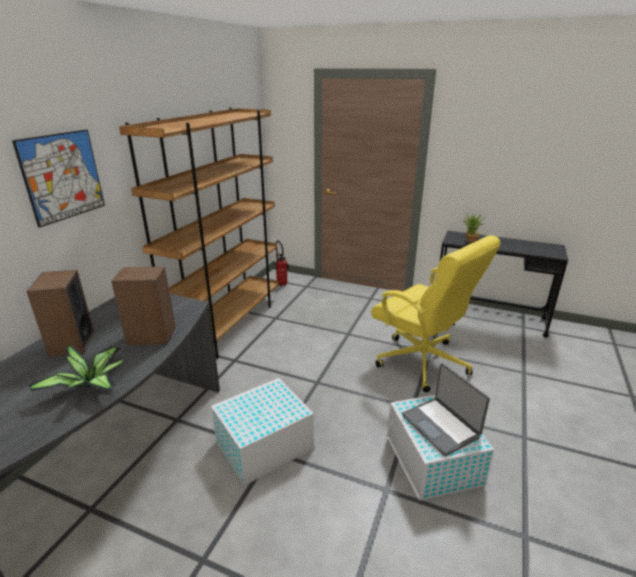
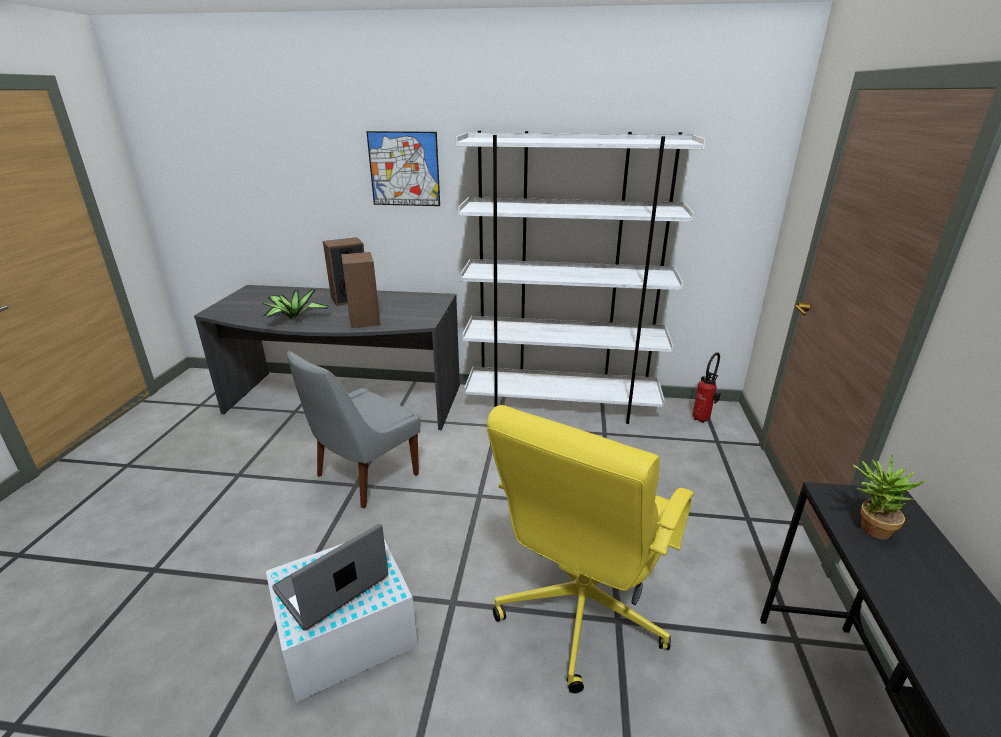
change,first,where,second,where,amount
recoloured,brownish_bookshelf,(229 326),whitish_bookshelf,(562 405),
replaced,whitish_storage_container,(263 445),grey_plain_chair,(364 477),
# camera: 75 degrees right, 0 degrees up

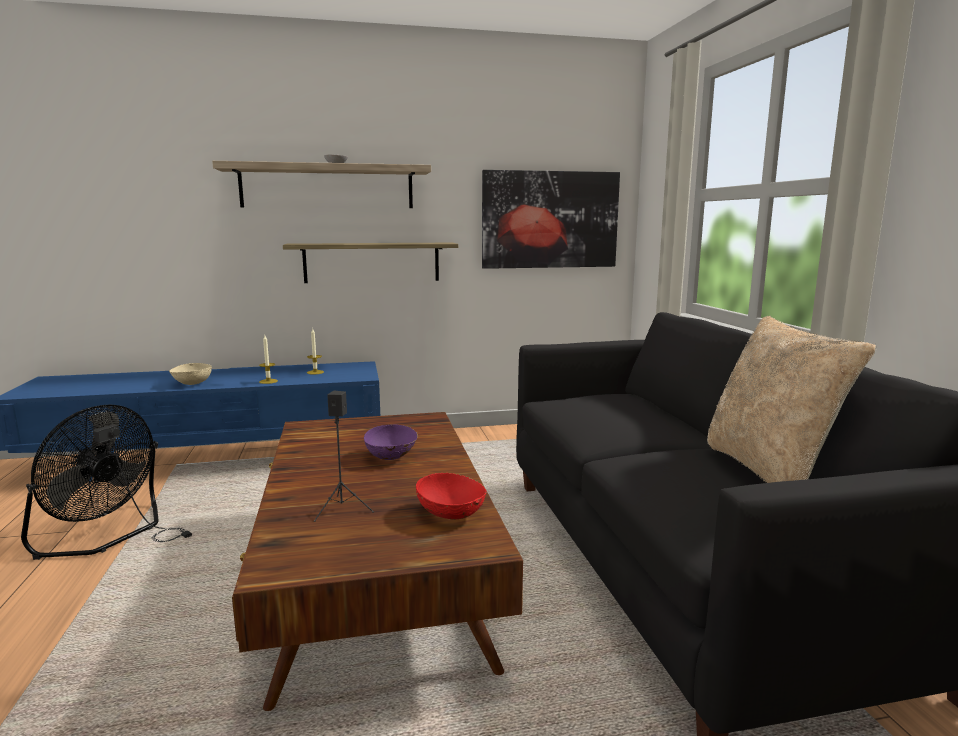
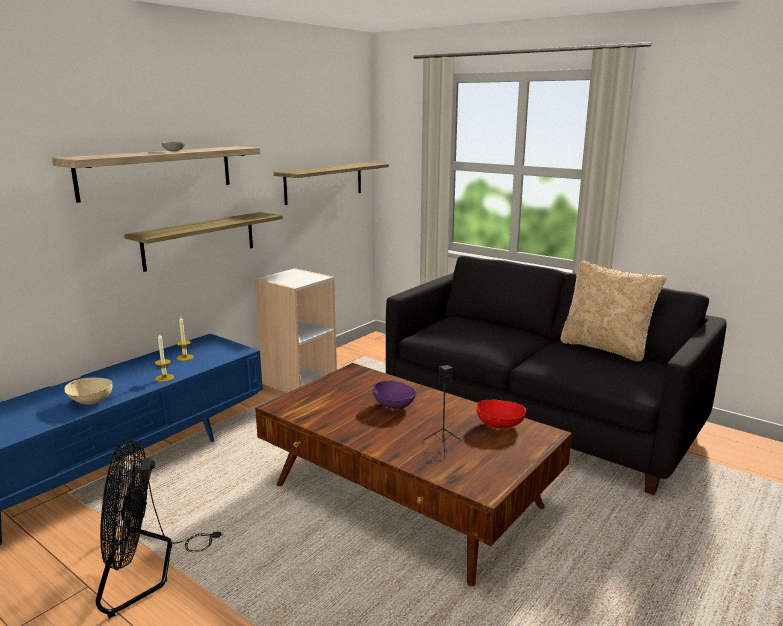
change,first,where,second,where,amount
replaced,picture,(550 220),wall_shelf,(324 182),
added,,,bookshelf,(300 381),
# camera: 40 degrees left, 5 degrees up

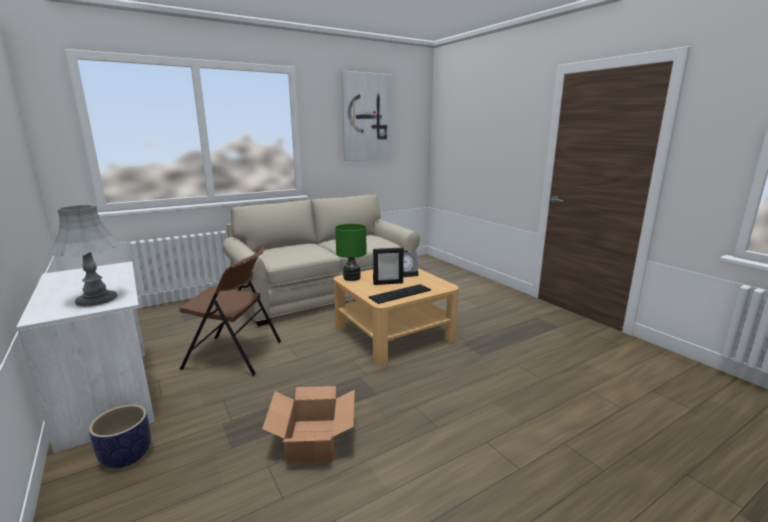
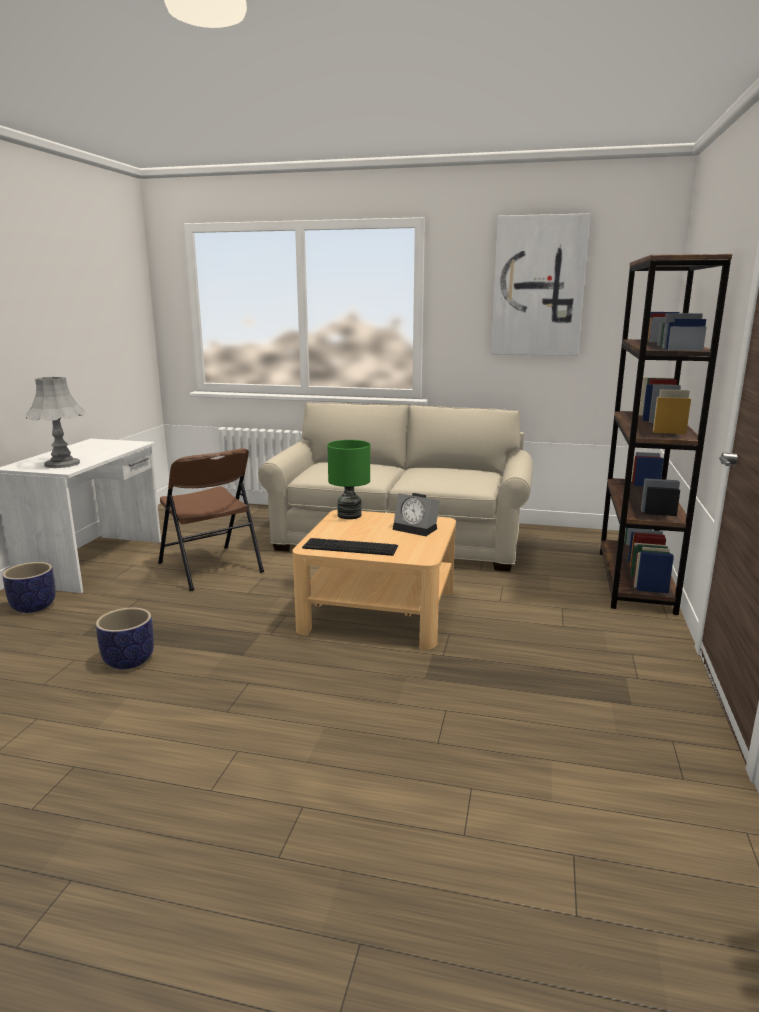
change,first,where,second,where,amount
removed,standing_frame,(388 283),,,
replaced,packing_box,(312 441),planter,(128 661),
added,,,brownish_bookshelf,(635 581),
# camera: 45 degrees right, 0 degrees up

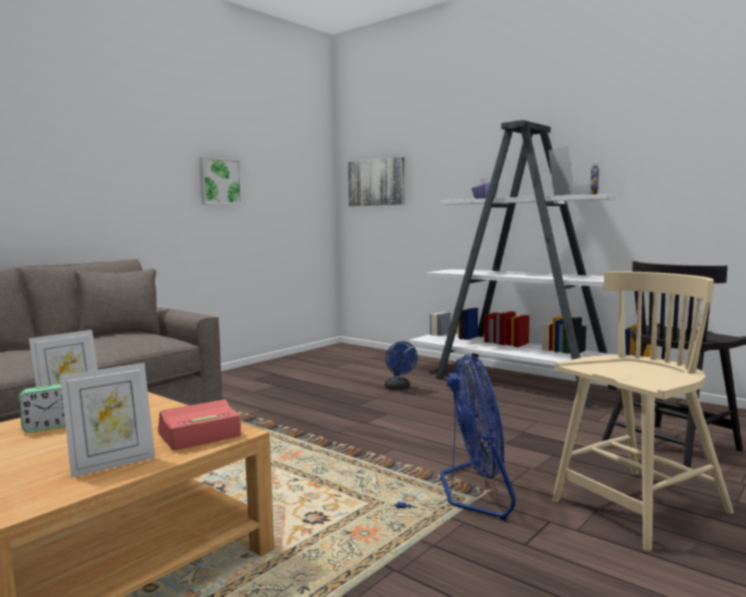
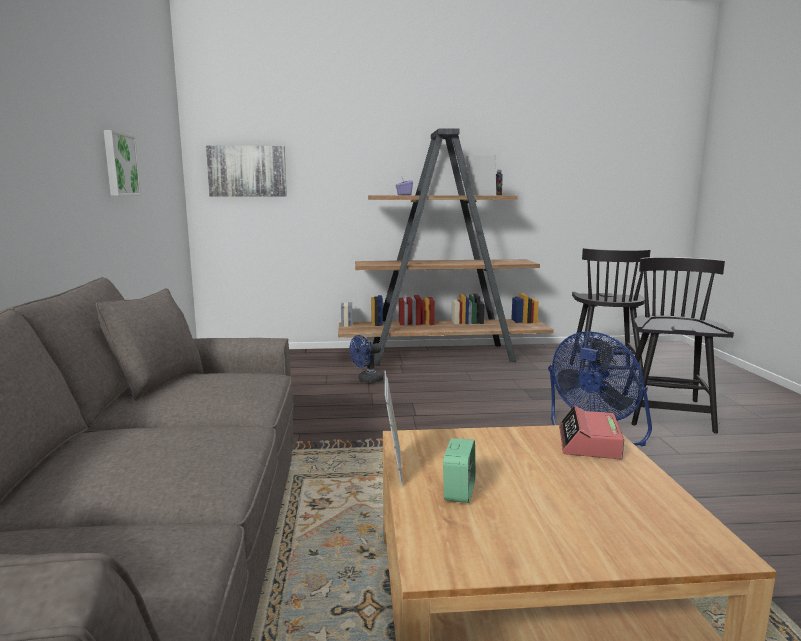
change,first,where,second,where,amount
recoloured,whitish_bookshelf,(525 384),brownish_bookshelf,(443 355),
recoloured,sand-coloured_plain_chair,(637 507),black_plain_chair,(666 413),
turned,blue-coloured_fan,(399 388),,(367 380),120 degrees clockwise
removed,standing_frame,(112 464),,,
# camera: 45 degrees left, 5 degrees up

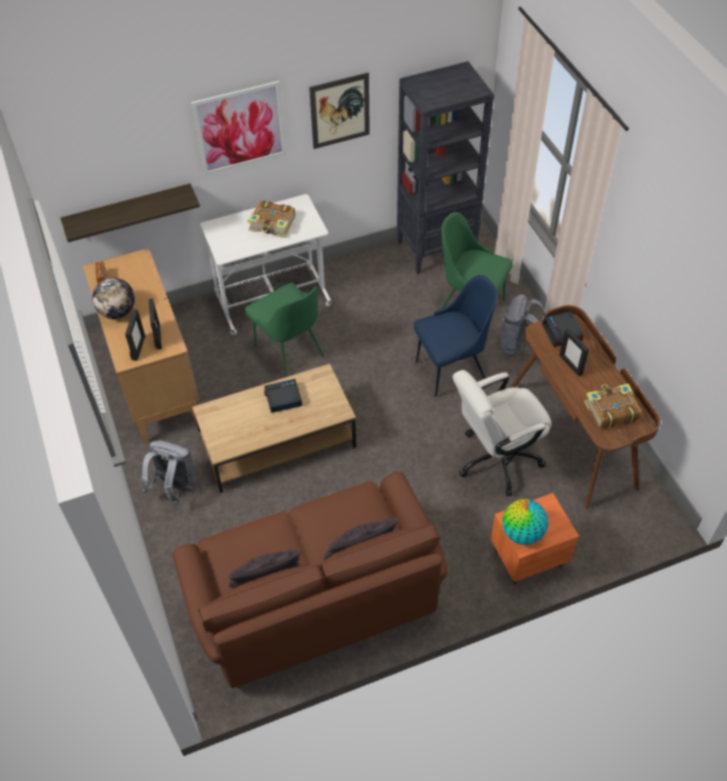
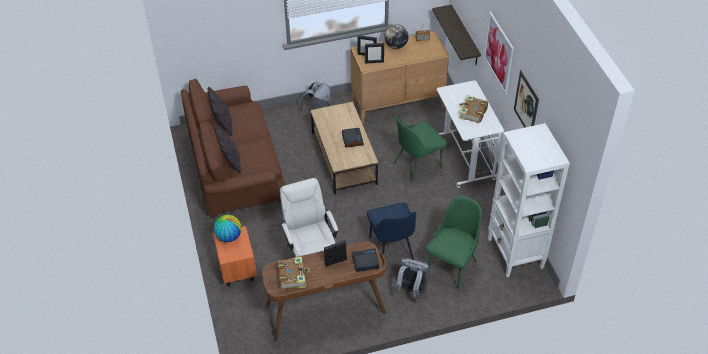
change,first,where,second,where,amount
recoloured,black_bookshelf,(437 249),whitish_bookshelf,(515 254),
# camera: 95 degrees right, 5 degrees down

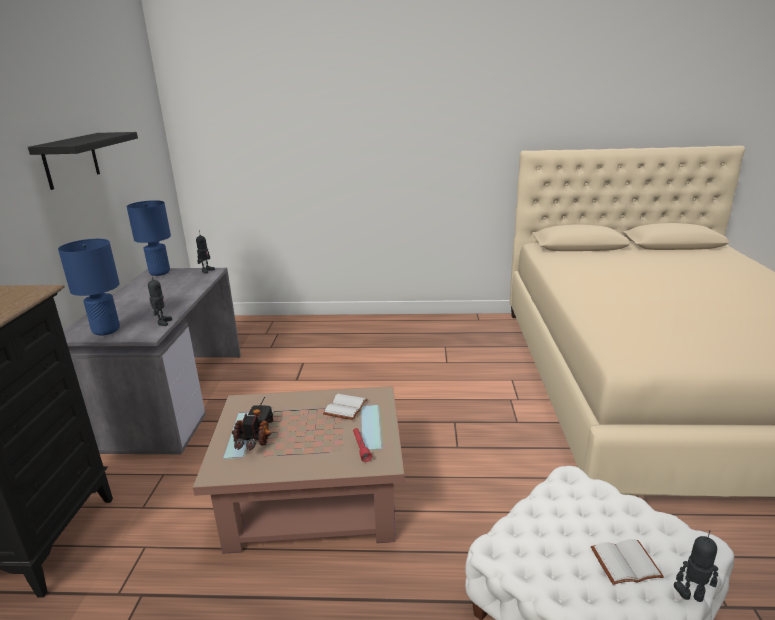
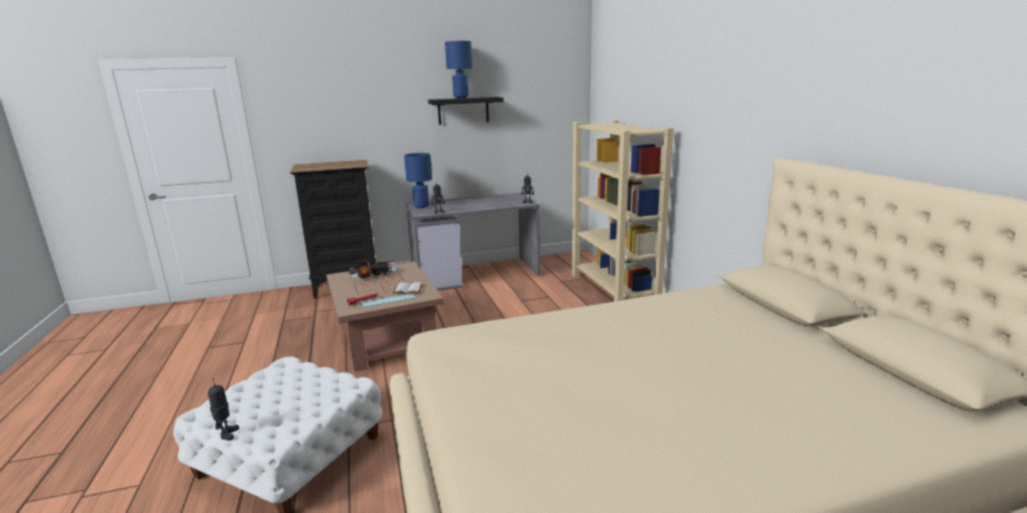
change,first,where,second,where,amount
moved,blue-coloured_lamp_for_a_table,(160 274),,(461 98),
removed,whitish_book,(625 561),,,
added,,,sand-coloured_bookshelf,(613 289),
# camera: 70 degrees right, 5 degrees down

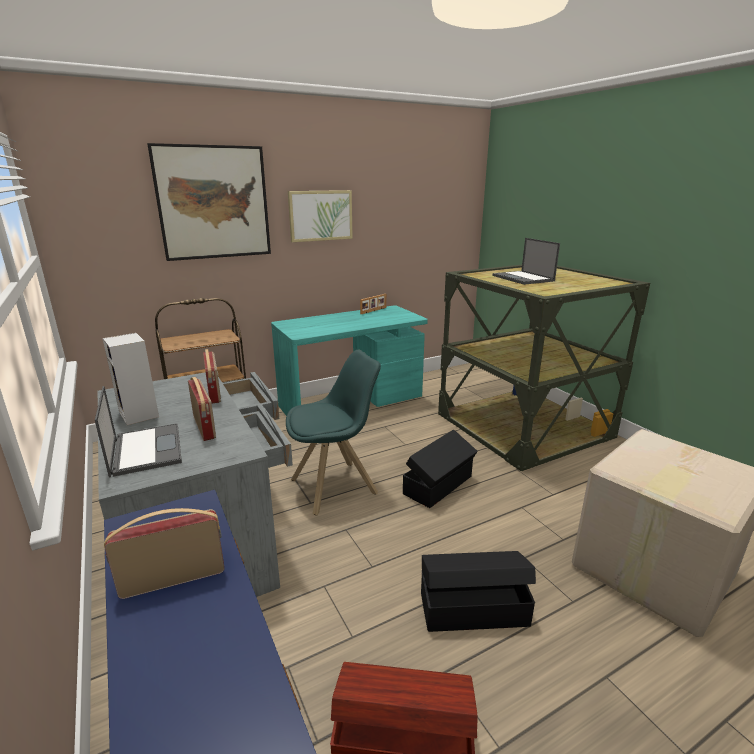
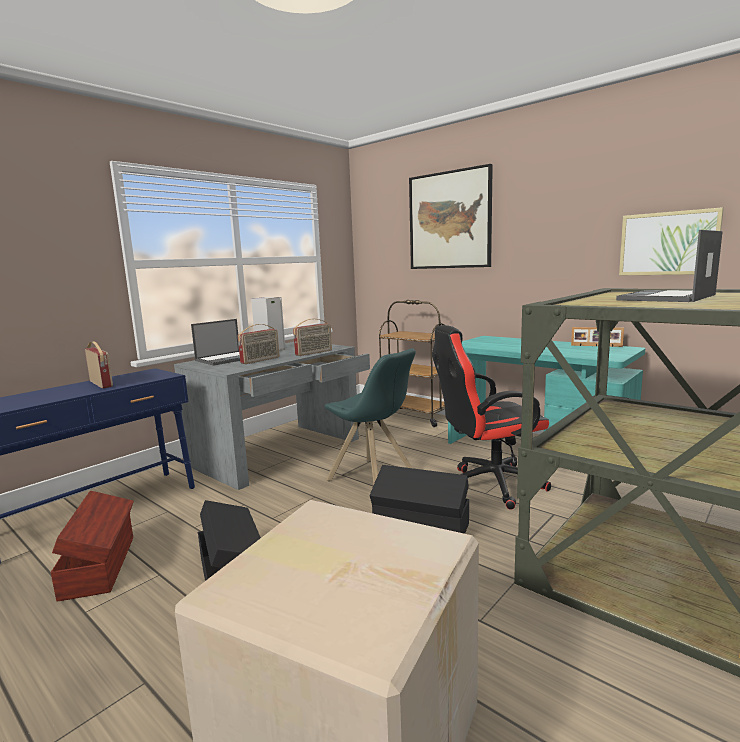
change,first,where,second,where,amount
moved,picture,(320 215),,(668 243),
added,,,black_computer_chair,(488 486),
# camera: 70 degrees right, 10 degrees down

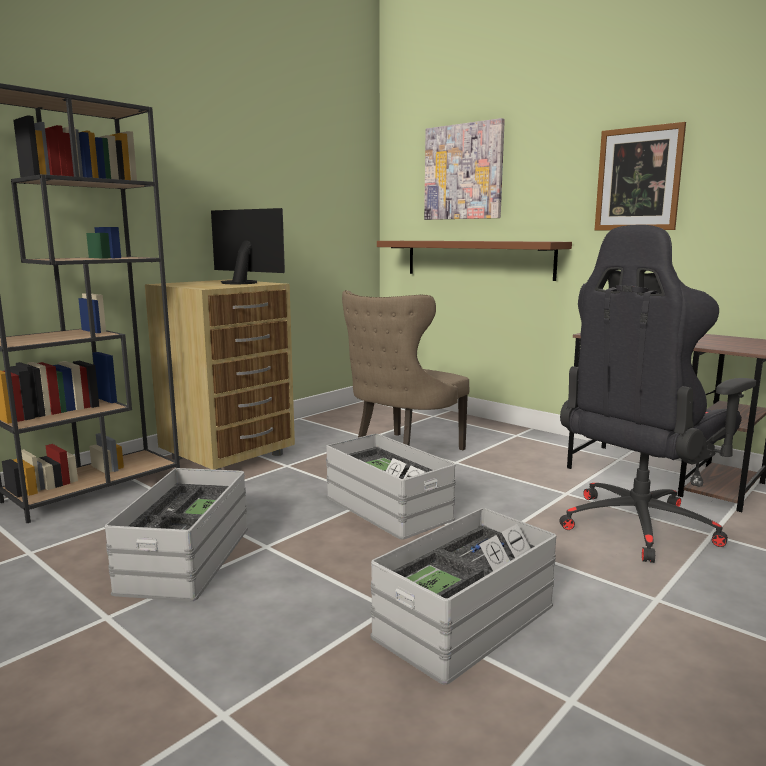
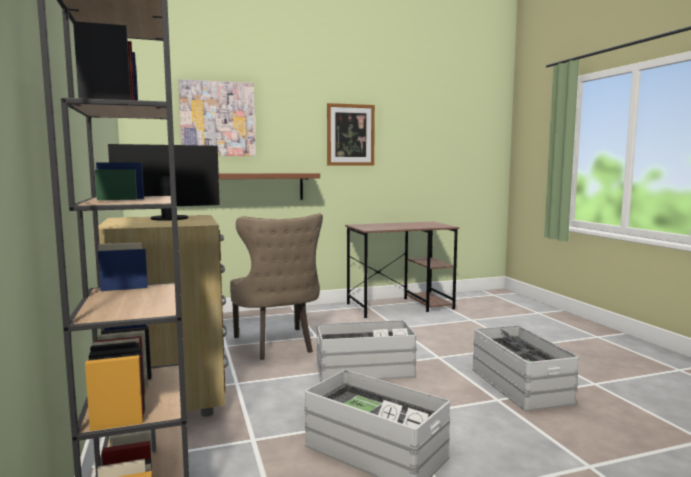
change,first,where,second,where,amount
removed,black_computer_chair,(638 525),,,
# camera: 60 degrees left, 5 degrees down

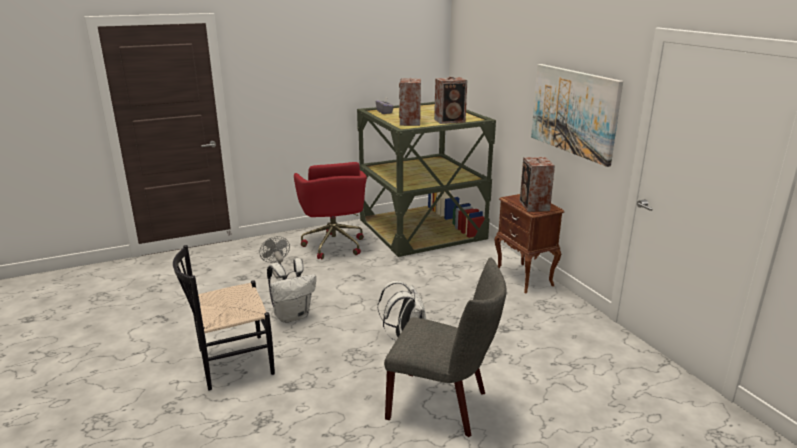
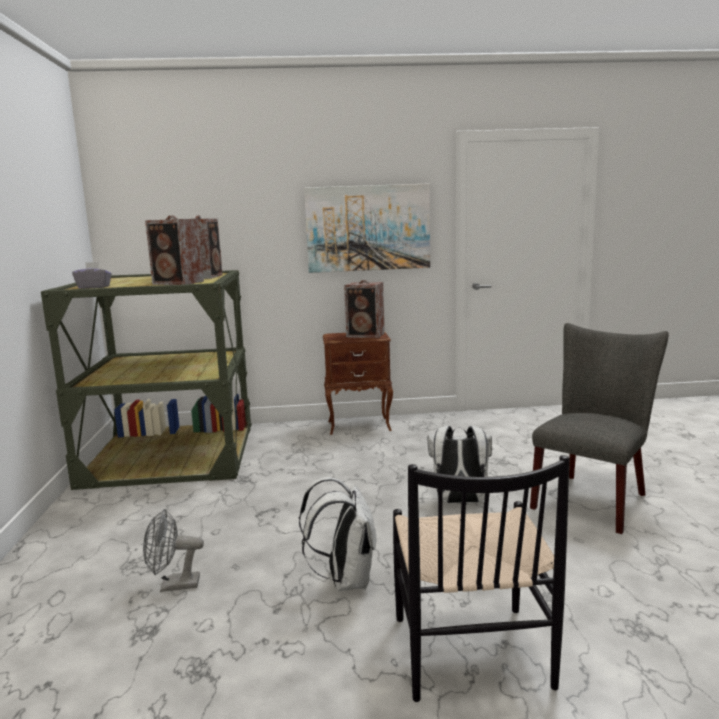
change,first,where,second,where,amount
removed,reddish_computer_chair,(333 244),,,
# camera: 70 degrees left, 10 degrees down

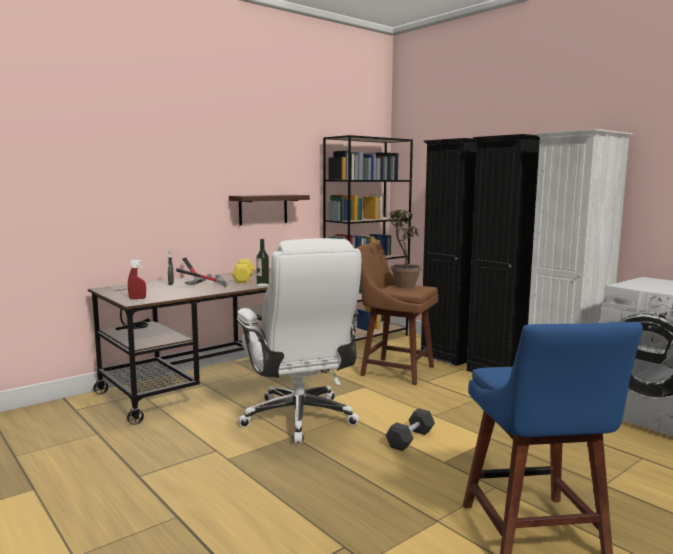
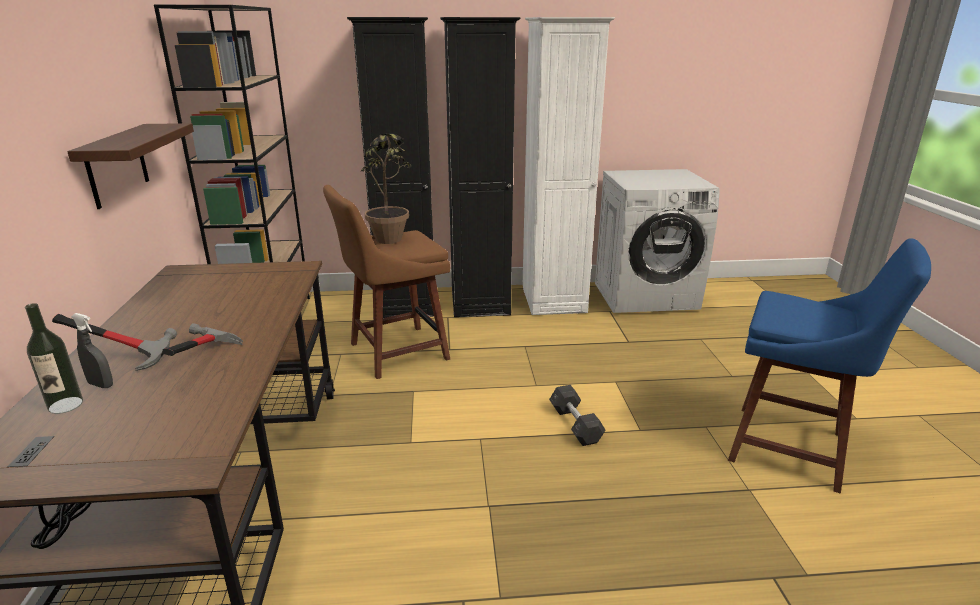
change,first,where,second,where,amount
removed,whitish_computer_chair,(299 418),,,
moved,beverage_bottle,(262 284),,(65 405),
removed,yellow-coloured_free_weight,(243 279),,,
removed,reddish_sprayer,(137 298),,,
# camera: 55 degrees left, 15 degrees up

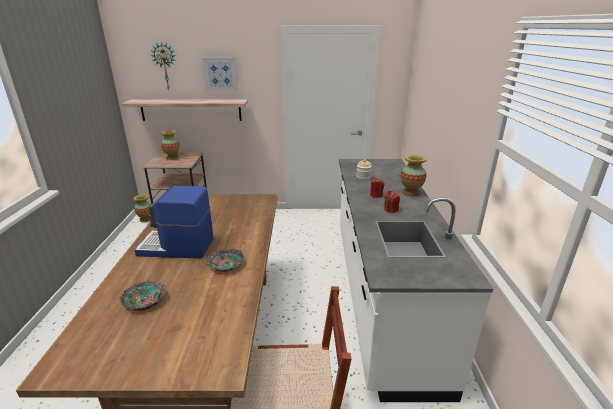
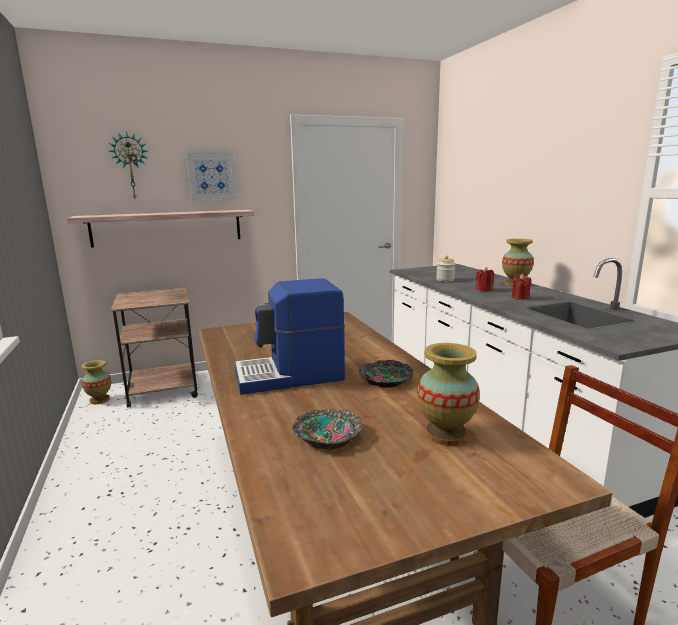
change,first,where,second,where,amount
moved,flower_vase,(172 157),,(445 434),
# camera: 20 degrees left, 10 degrees down

